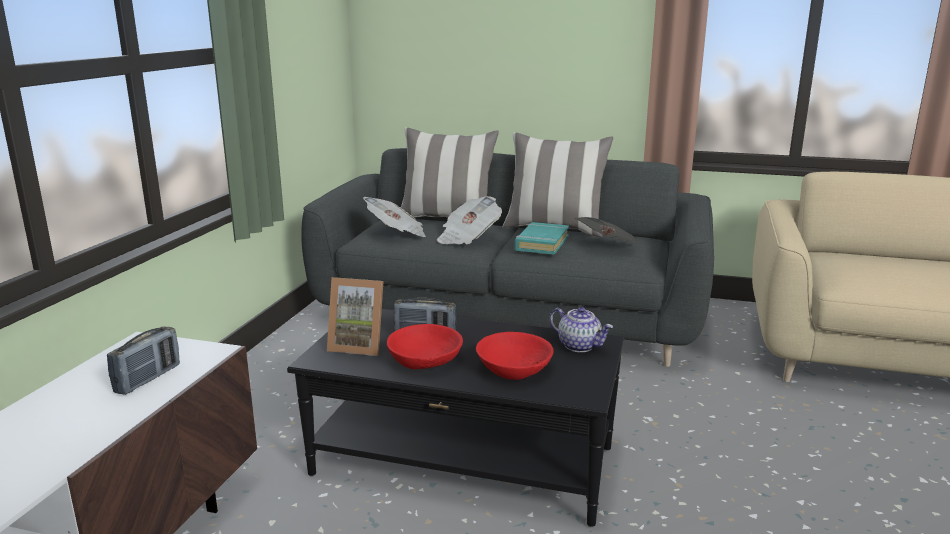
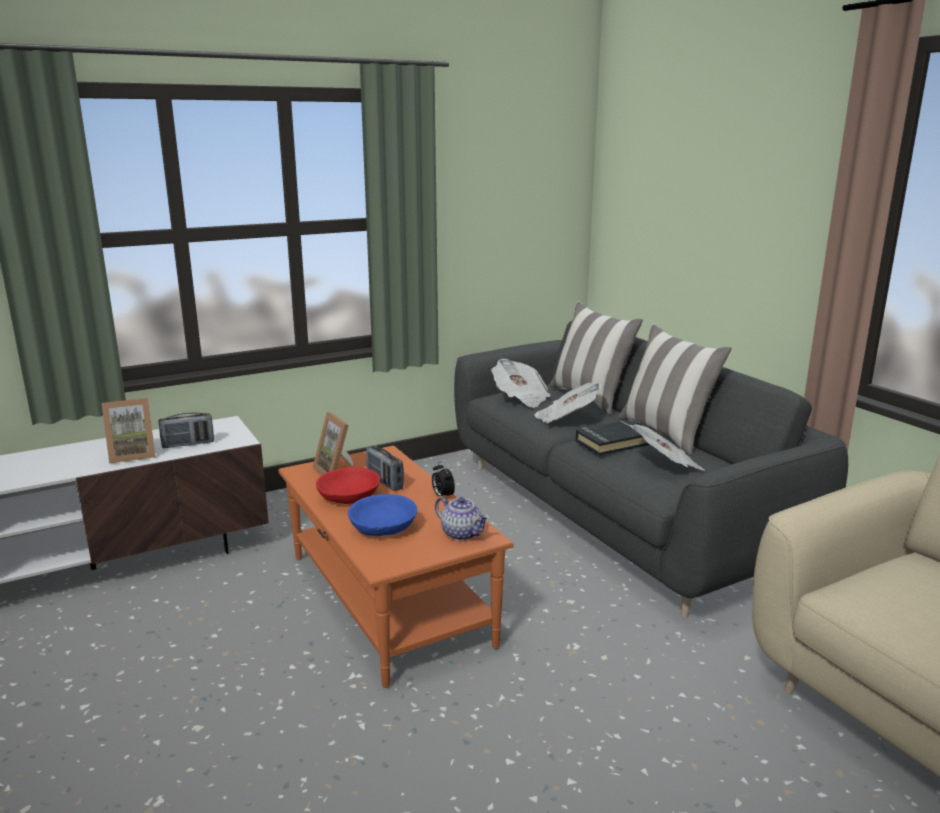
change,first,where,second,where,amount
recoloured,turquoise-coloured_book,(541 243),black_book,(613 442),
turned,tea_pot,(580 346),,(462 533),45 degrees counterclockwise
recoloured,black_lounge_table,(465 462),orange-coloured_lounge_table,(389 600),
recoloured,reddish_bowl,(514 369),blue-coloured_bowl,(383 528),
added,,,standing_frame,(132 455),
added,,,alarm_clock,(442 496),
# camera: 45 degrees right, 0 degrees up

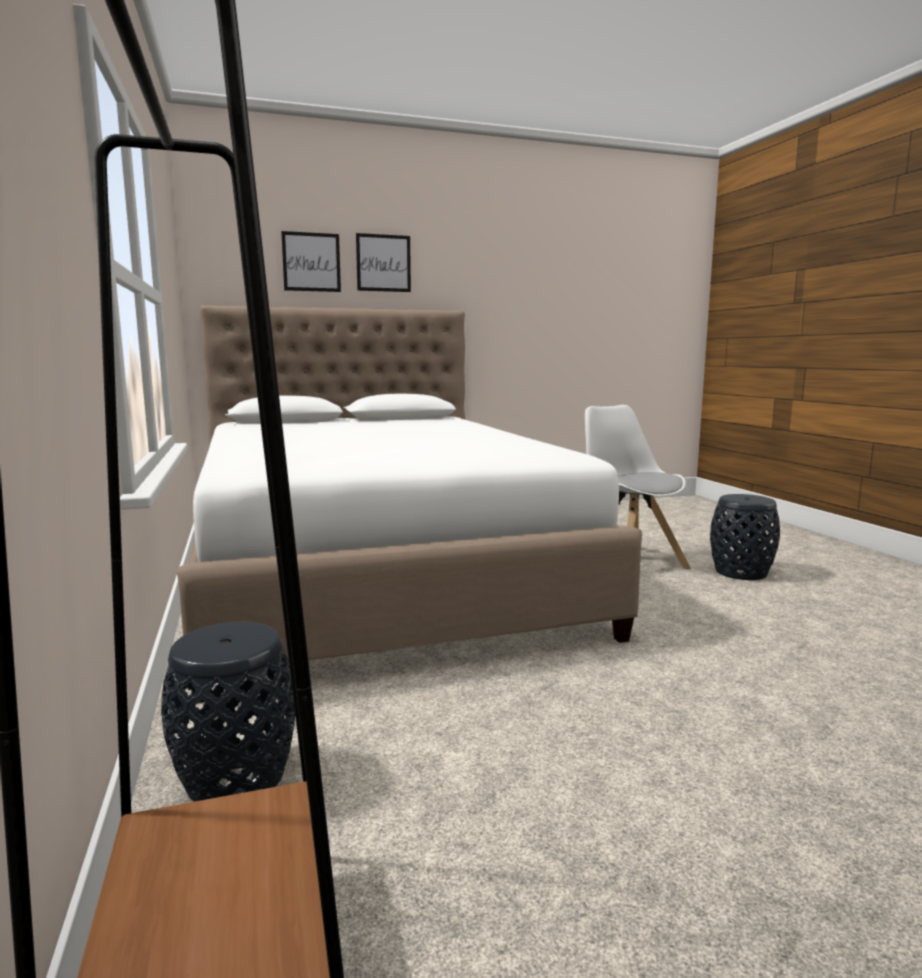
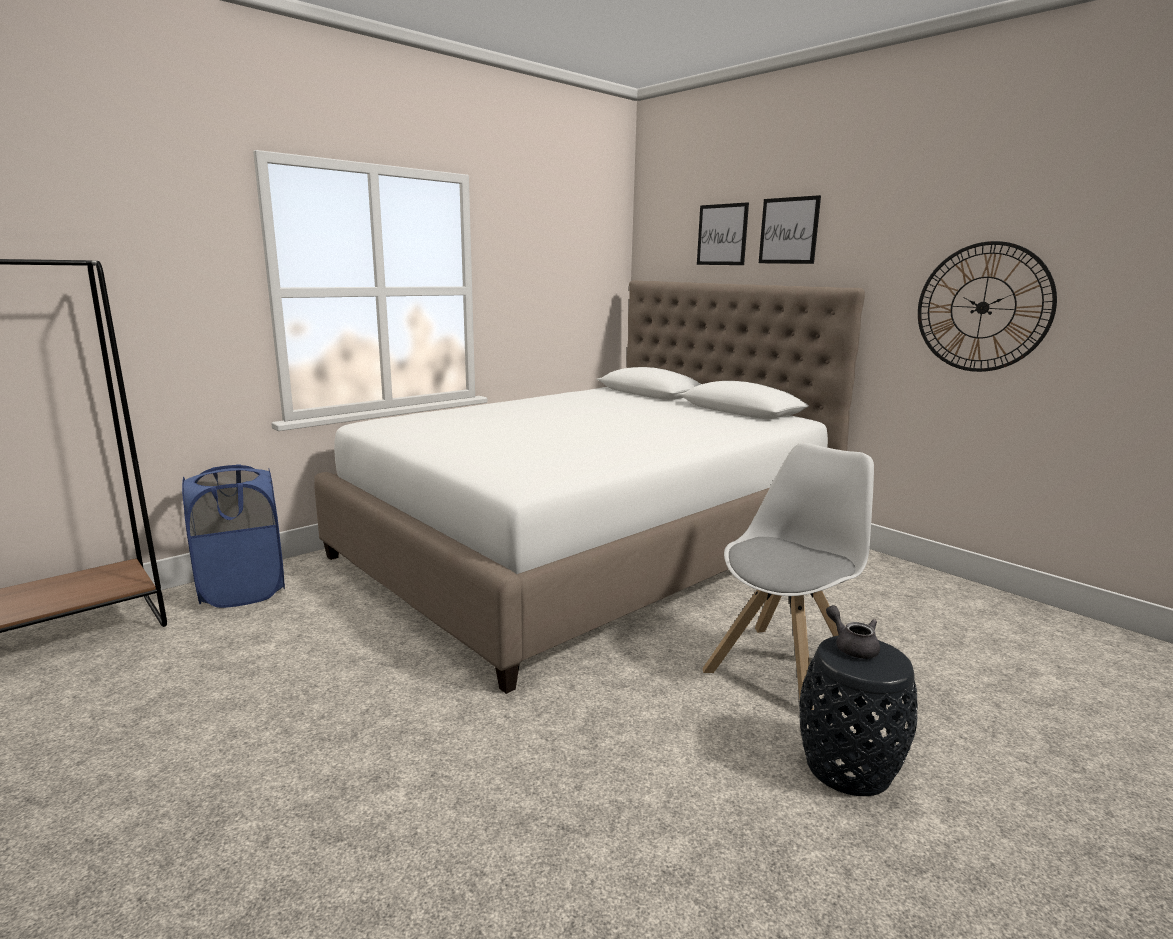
change,first,where,second,where,amount
replaced,black_stool_seat,(235 778),blue-coloured_washing_basket,(243 590),
added,,,wall_clock,(982 307),
added,,,grey_tea_pot,(852 646),
# camera: 65 degrees right, 5 degrees up

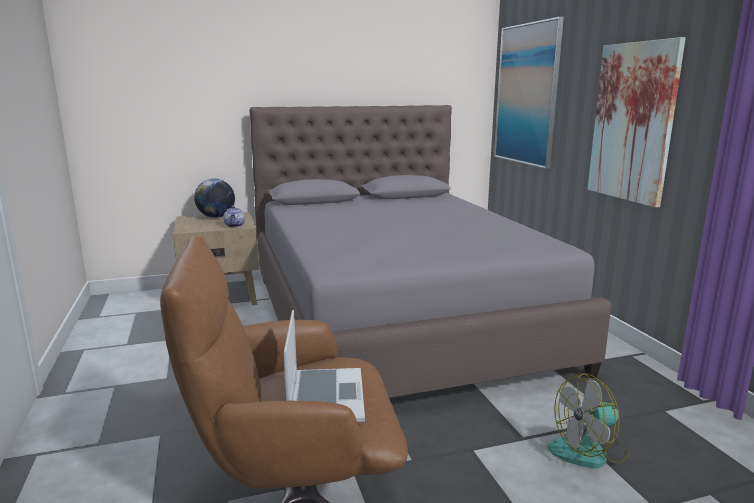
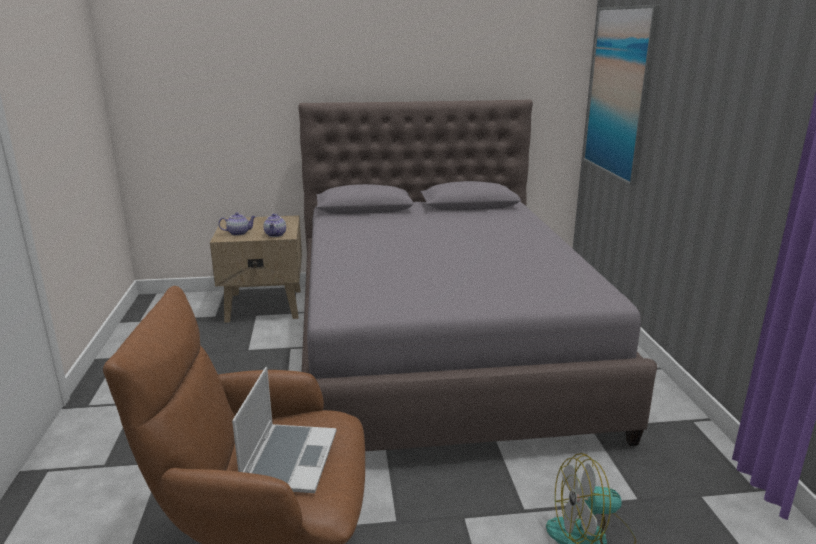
change,first,where,second,where,amount
removed,picture,(633 122),,,
removed,globe,(216 217),,,
added,,,tea_pot,(238 233),
# camera: 10 degrees right, 5 degrees up

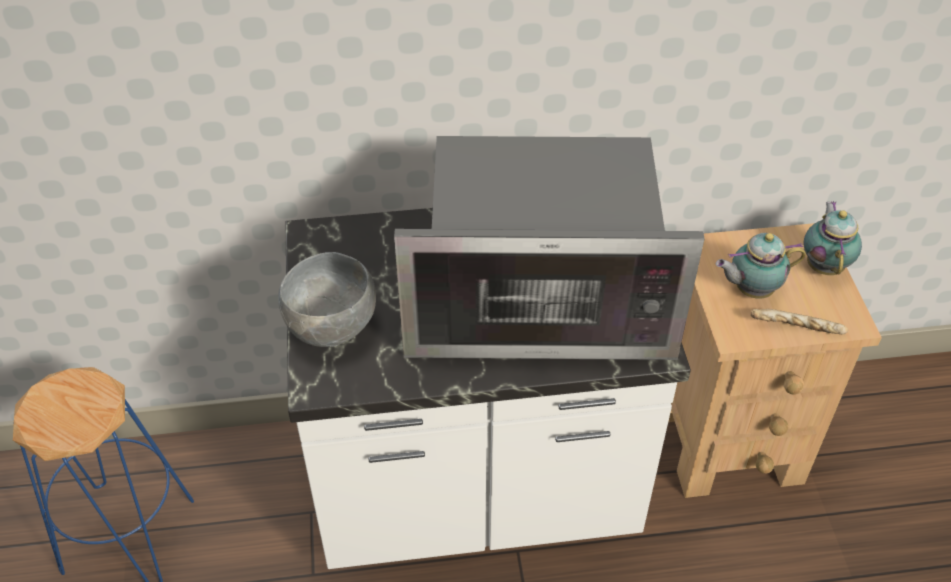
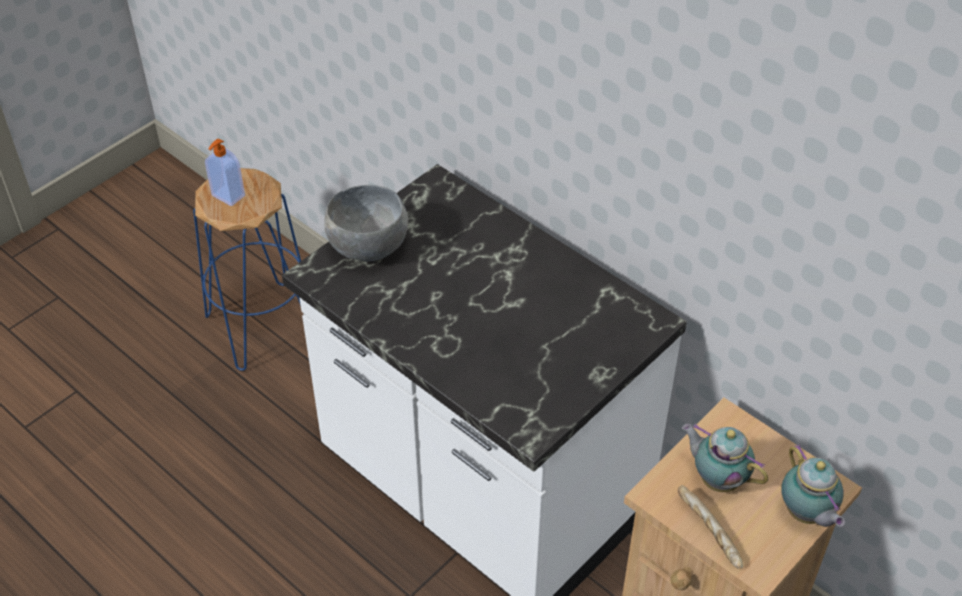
change,first,where,second,where,amount
removed,microwave_oven,(539 305),,,
turned,tea_pot,(824 265),,(806 514),105 degrees clockwise
added,,,liquid_soap_bottle,(227 196),
# camera: 50 degrees right, 0 degrees up

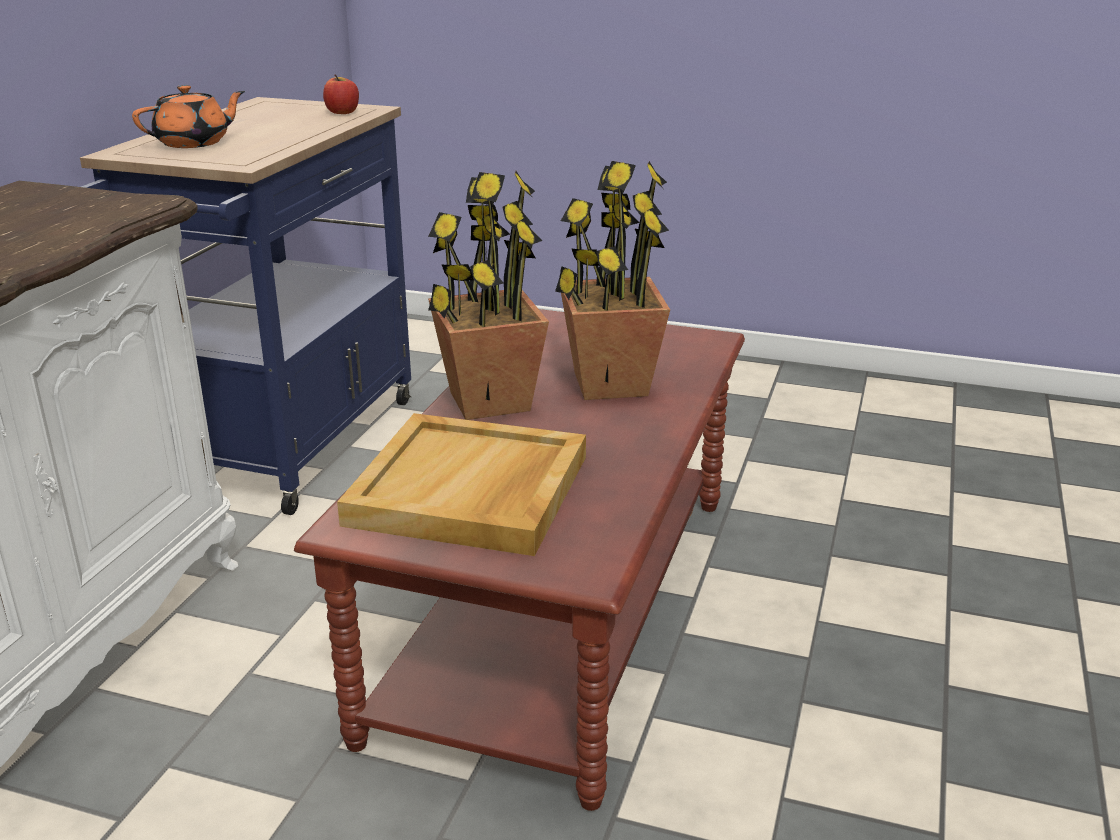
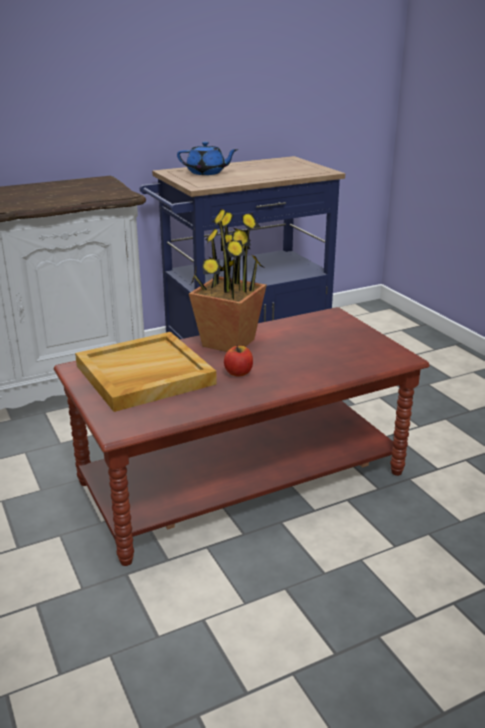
change,first,where,second,where,amount
moved,apple_fruit,(342 112),,(238 373),
recoloured,orange-coloured_tea_pot,(194 143),blue-coloured_tea_pot,(207 173),
removed,houseplant,(609 384),,,
# camera: 45 degrees right, 0 degrees up

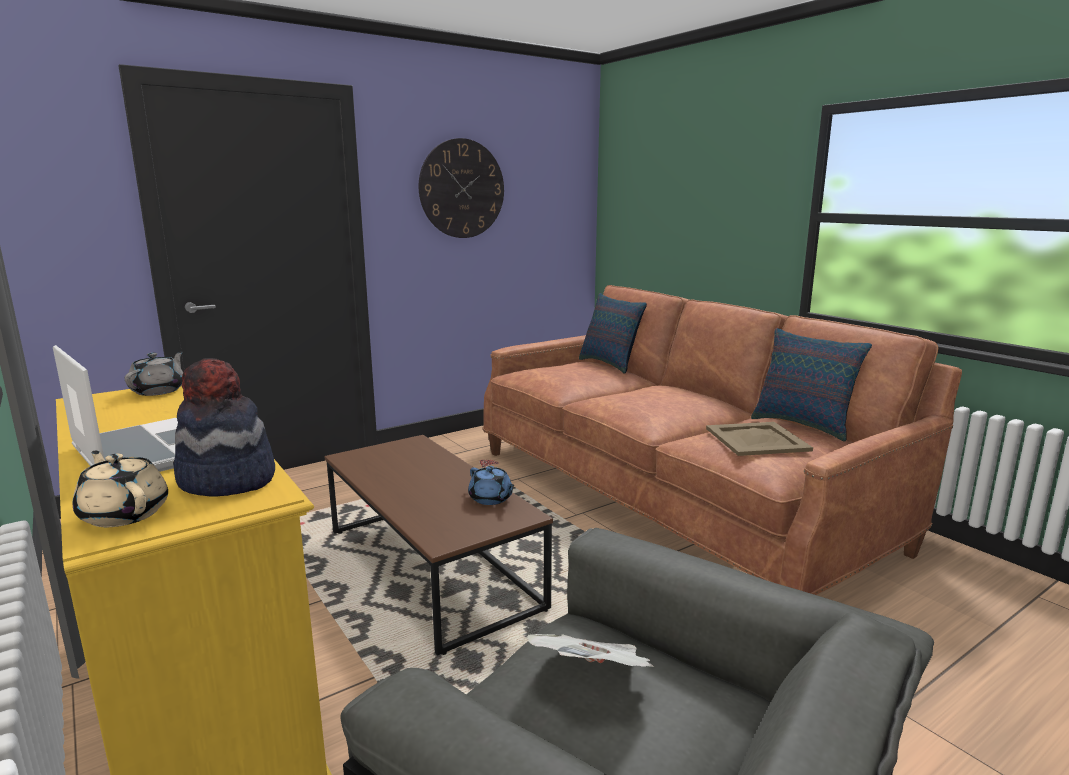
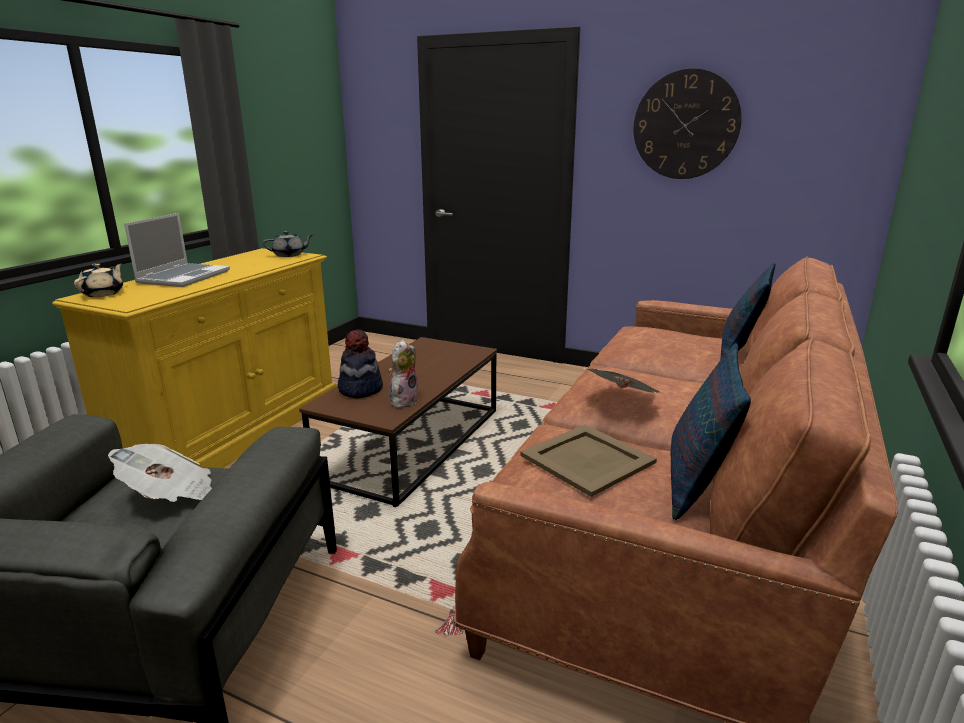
change,first,where,second,where,amount
moved,hat,(227 480),,(360 389),
replaced,blue-coloured_tea_pot,(491 499),cuddly_toy,(403 400),
added,,,daily_paper,(623 401),
# camera: 60 degrees right, 5 degrees up

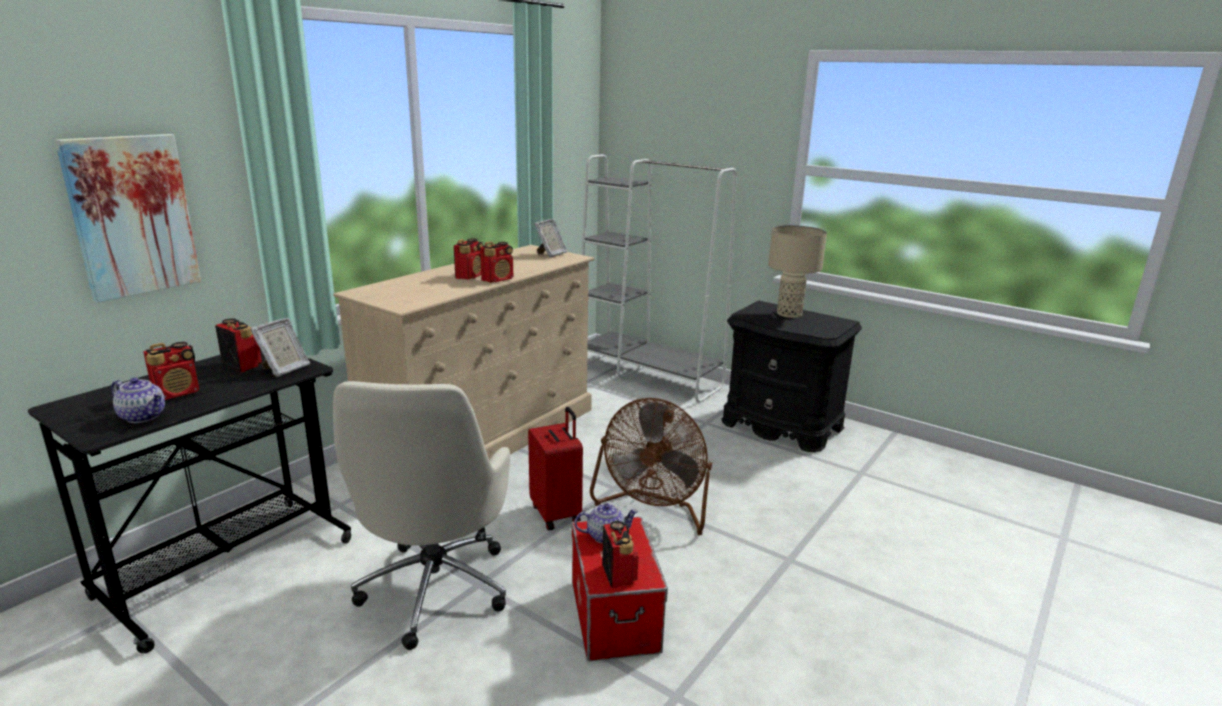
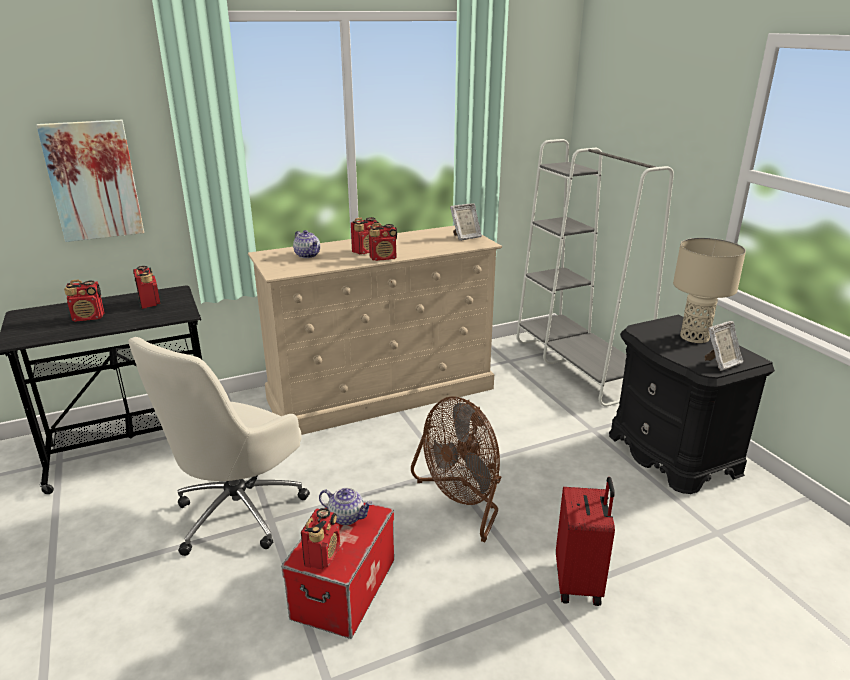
change,first,where,second,where,amount
moved,standing_frame,(284 369),,(721 363),
moved,tea_pot,(143 416),,(308 255),
moved,reddish_piece_of_luggage,(557 514),,(579 583),
# camera: 30 degrees right, 5 degrees up

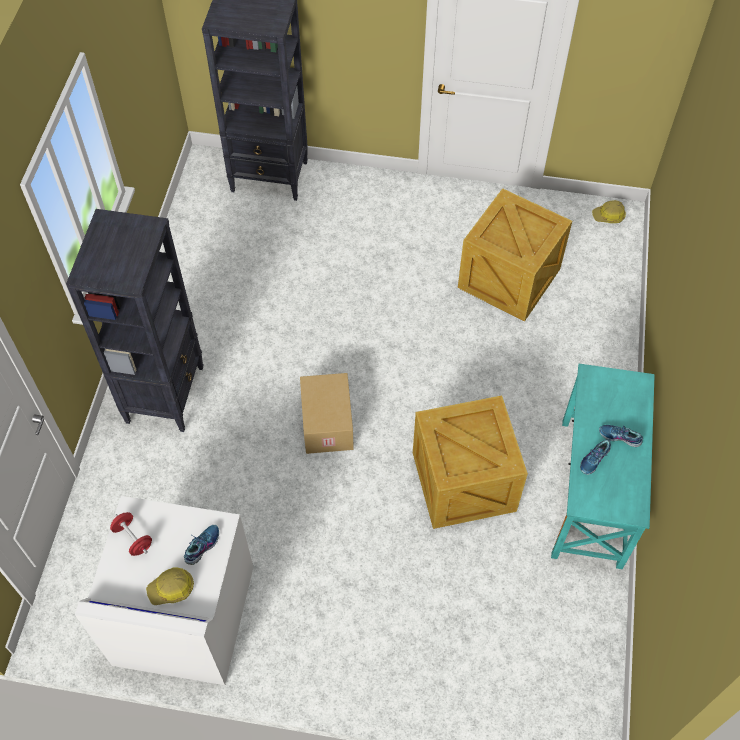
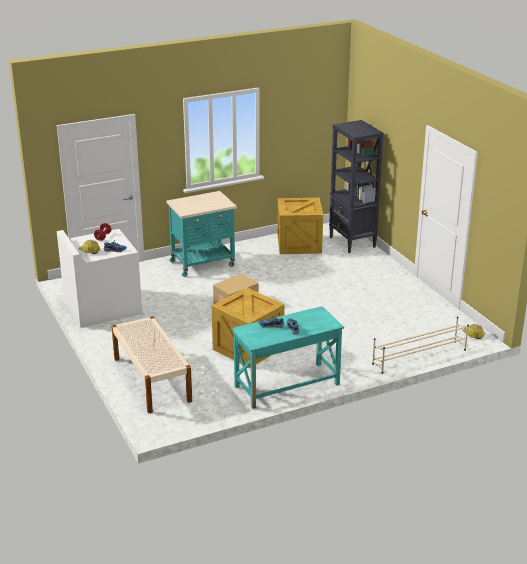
change,first,where,second,where,amount
moved,crate,(508 277),,(300 244),
replaced,black_bookshelf,(165 394),turquoise-coloured_cart,(202 264),
added,,,sand-coloured_indoor_bench,(151 379),
added,,,sand-coloured_shoe_shelf,(418 357),
# camera: 55 degrees right, 30 degrees down

